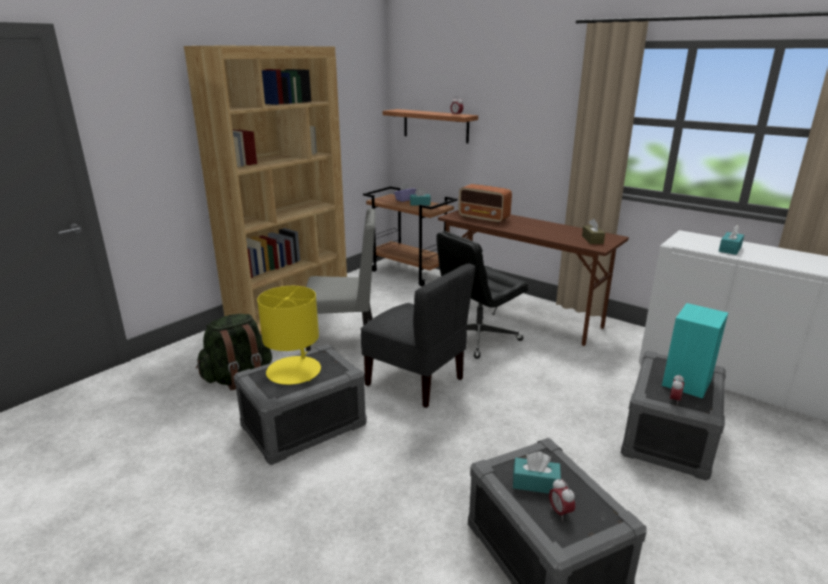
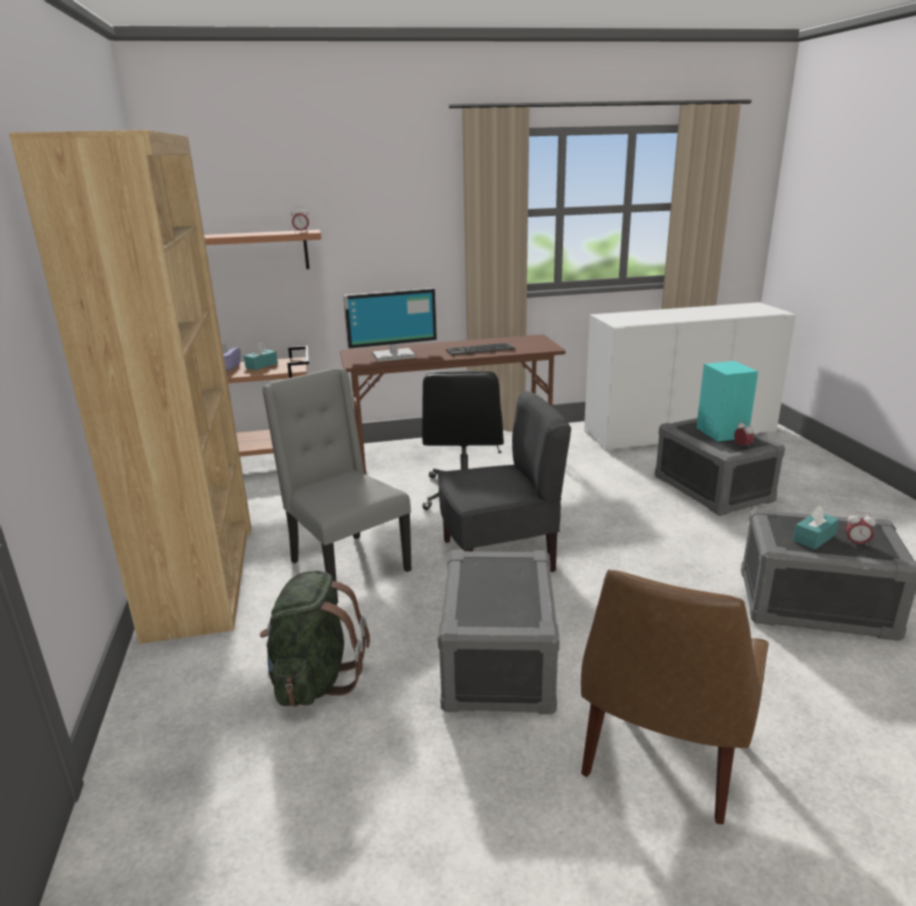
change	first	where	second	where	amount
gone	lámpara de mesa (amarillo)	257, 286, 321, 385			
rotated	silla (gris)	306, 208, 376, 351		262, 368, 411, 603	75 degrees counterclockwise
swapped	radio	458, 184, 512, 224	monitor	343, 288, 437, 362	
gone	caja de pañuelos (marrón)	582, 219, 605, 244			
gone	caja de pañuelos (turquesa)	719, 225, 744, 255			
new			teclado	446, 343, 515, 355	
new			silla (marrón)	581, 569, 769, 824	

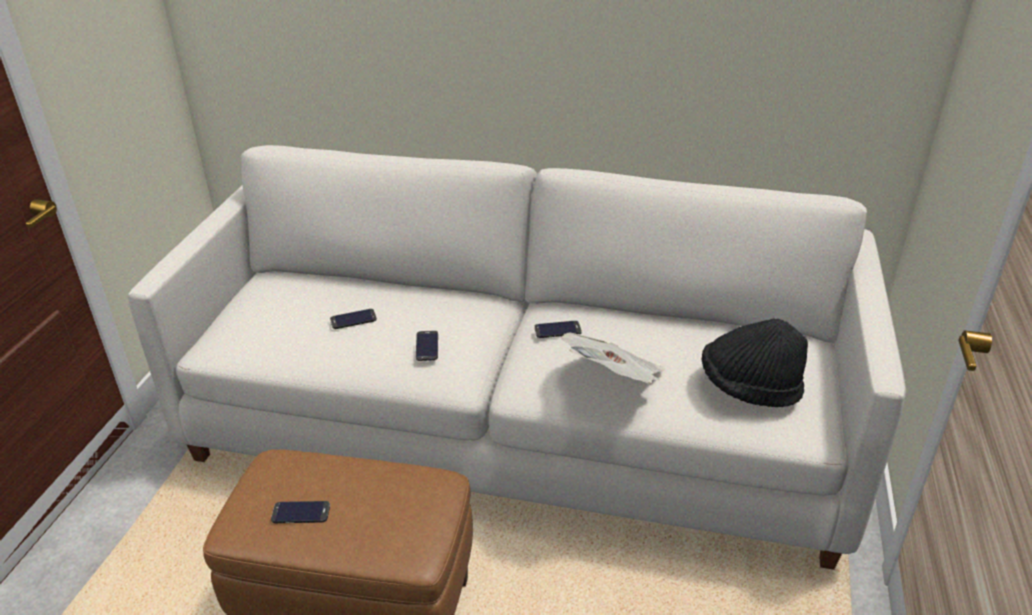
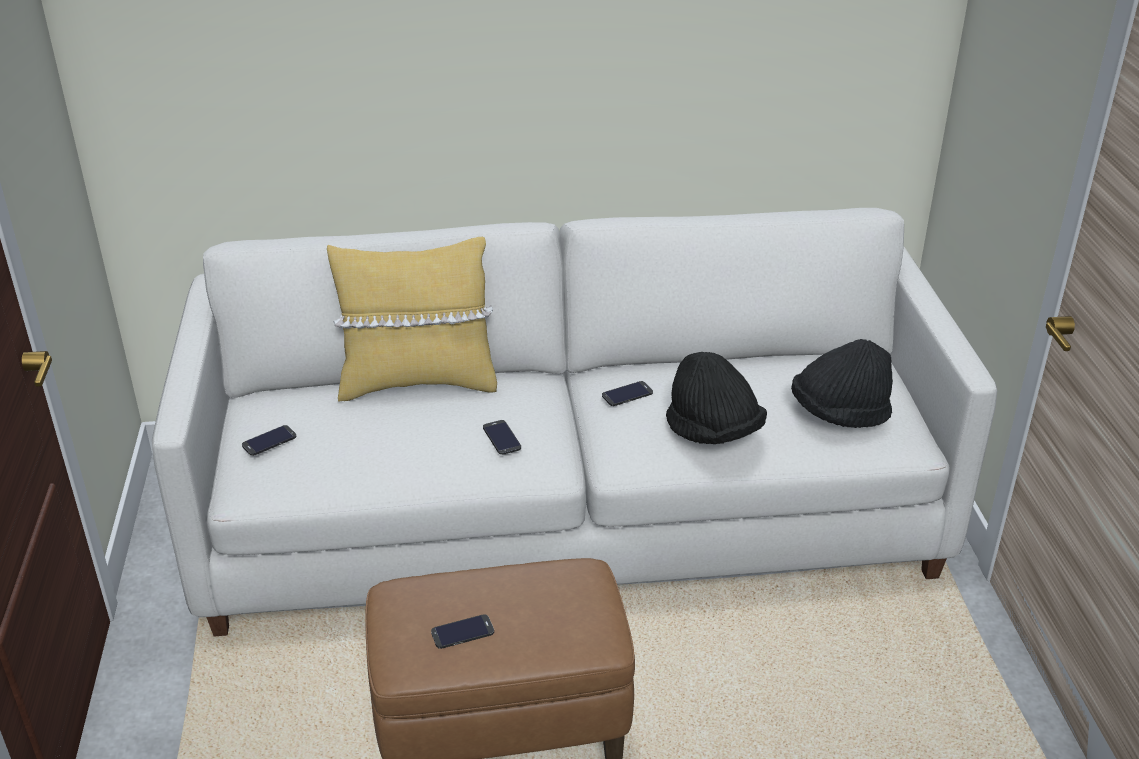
change	first	where	second	where	amount
shifted	móvil	330, 309, 377, 329		242, 425, 297, 456	
swapped	periódico	561, 332, 665, 384	sombrero (negro)	666, 352, 767, 444	
new			cojín (amarillo)	327, 237, 497, 401	

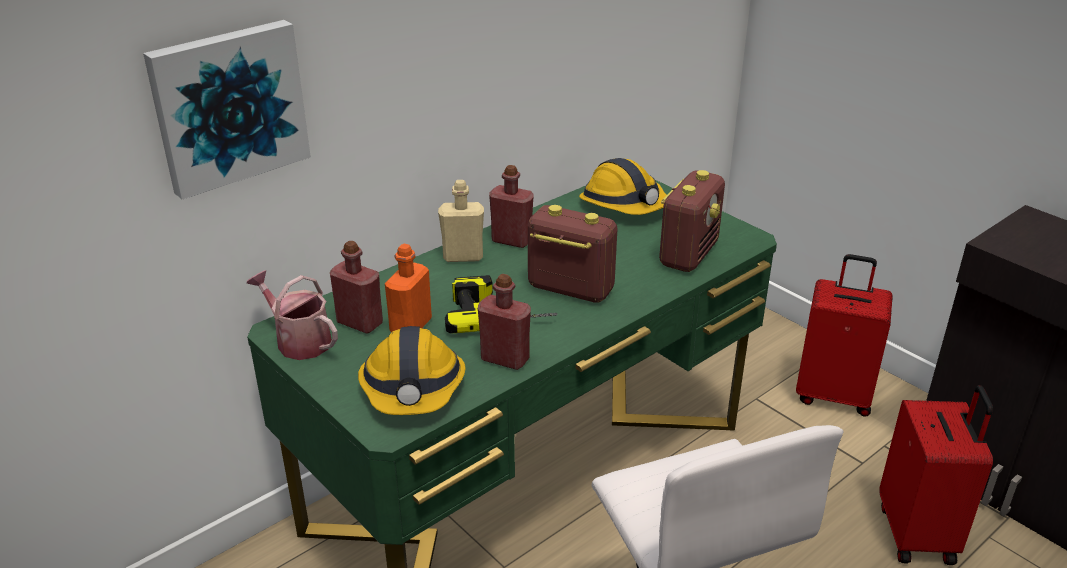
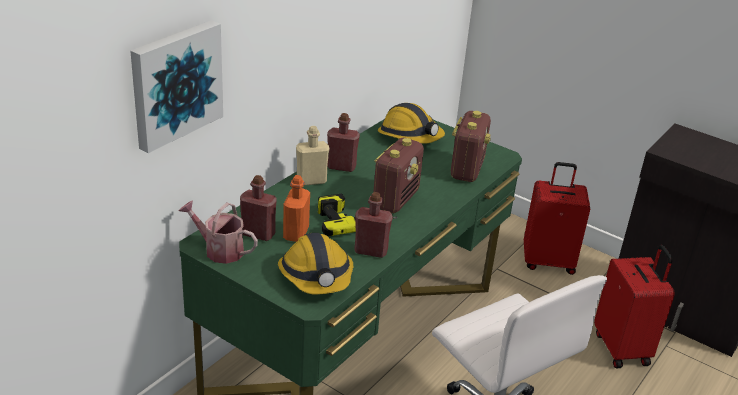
change	first	where	second	where	amount
rotated	radio	528, 205, 618, 303		374, 138, 424, 213	105 degrees clockwise

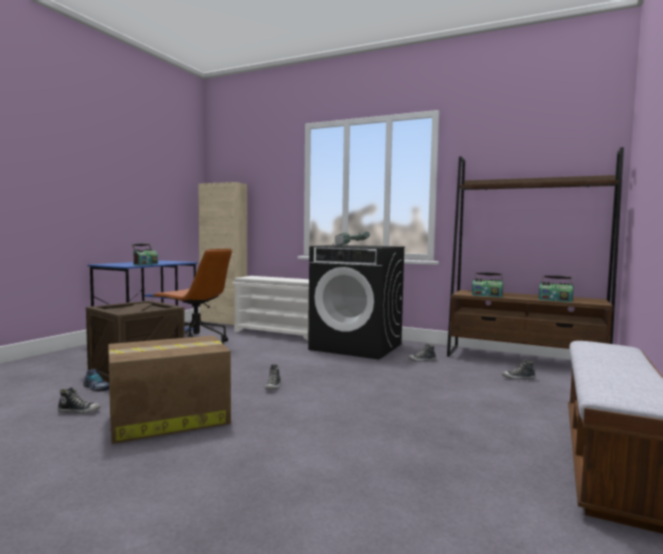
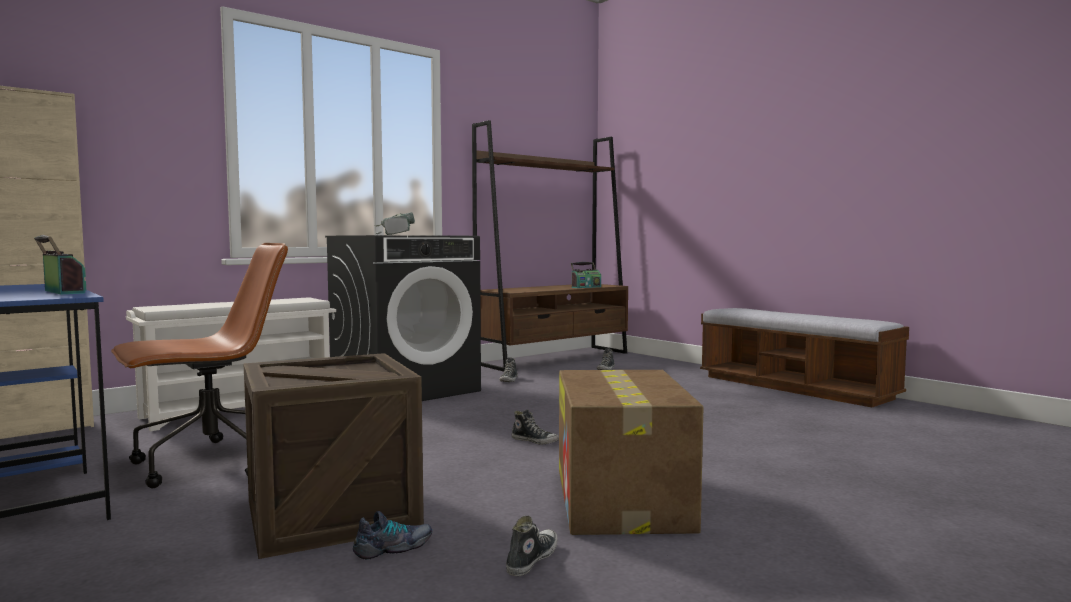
change	first	where	second	where	amount
gone	radio	472, 272, 504, 297			

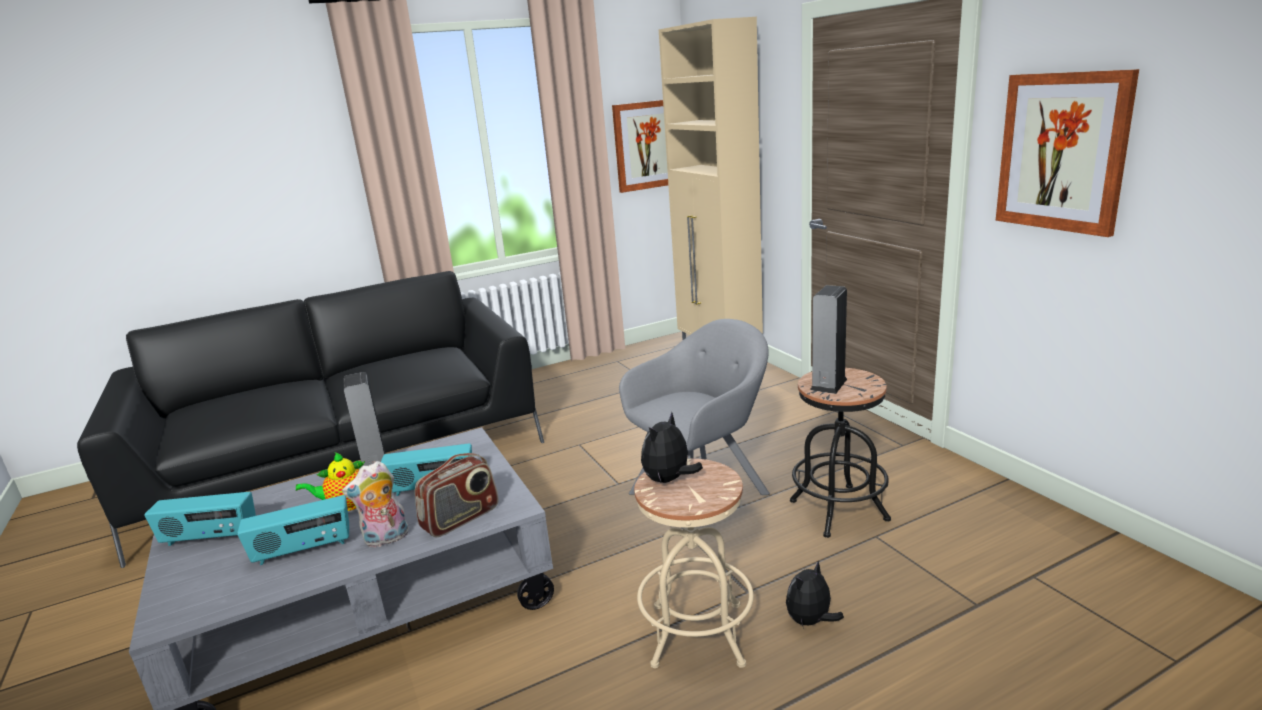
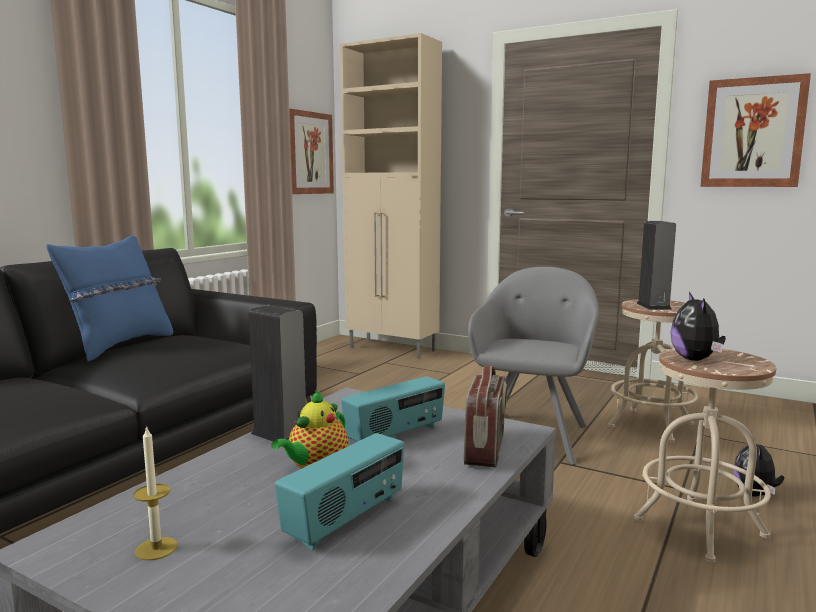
change	first	where	second	where	amount
swapped	radio	144, 492, 256, 546	vela	133, 425, 178, 560	
gone	peluche	342, 461, 409, 548			
repainted	taburete (negro)	790, 368, 891, 538	taburete (beis)	608, 299, 698, 443	
new			cojín (azul)	46, 236, 173, 362	

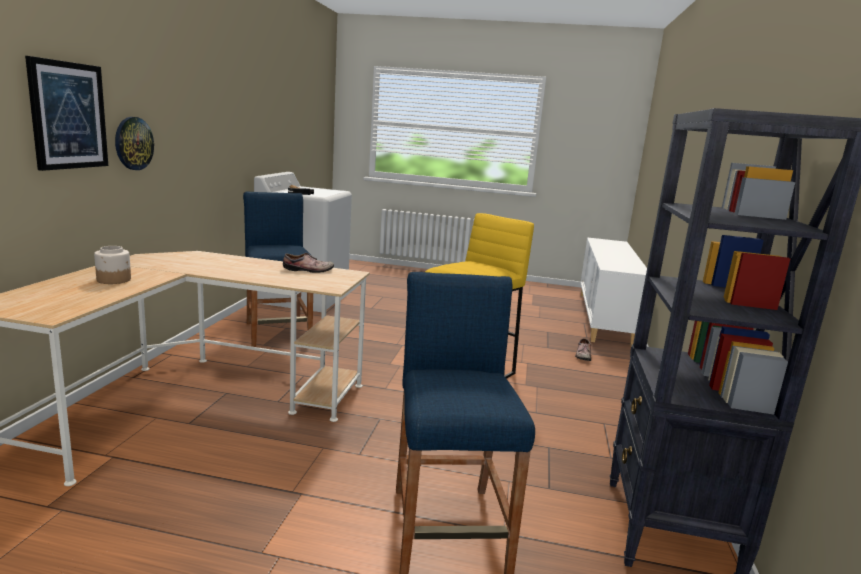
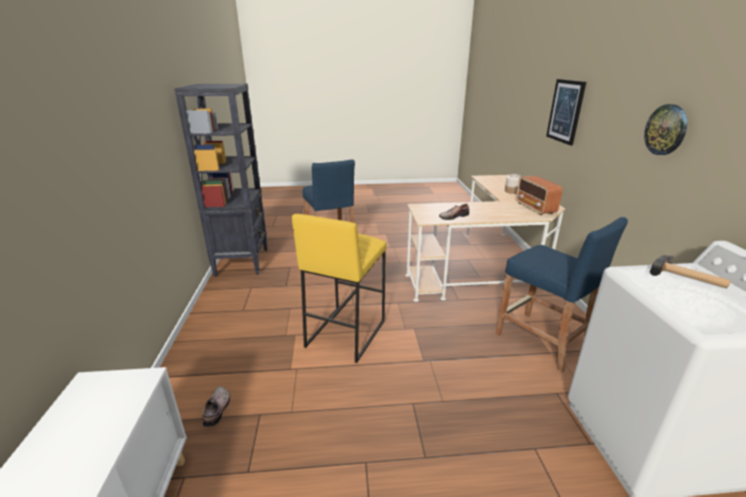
change	first	where	second	where	amount
shifted	reloj de pared	115, 117, 154, 170		644, 104, 687, 155	
new			radio	516, 176, 563, 215	

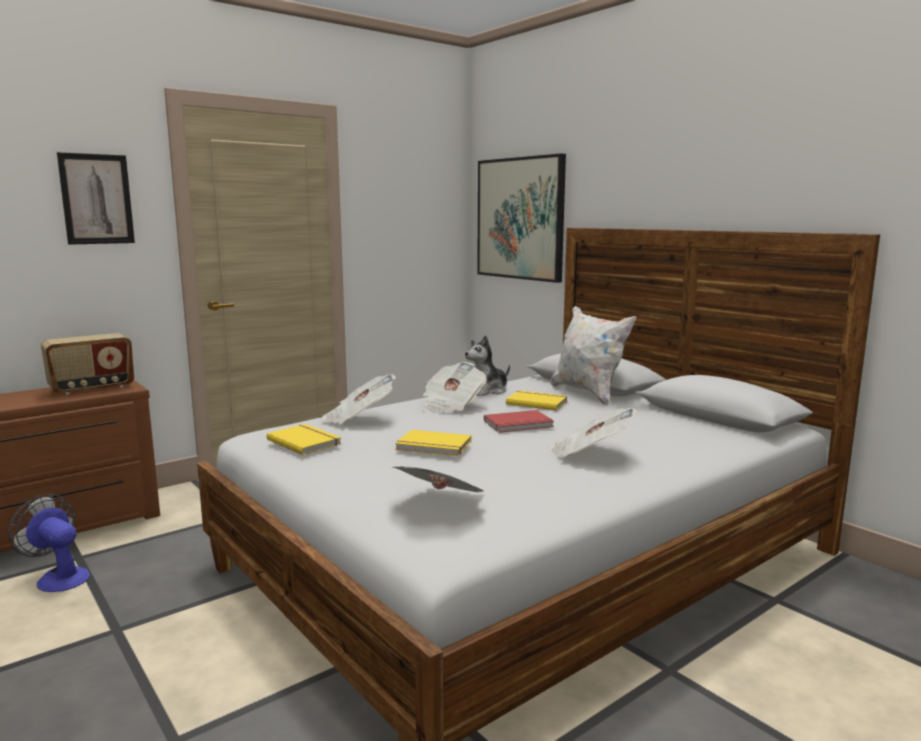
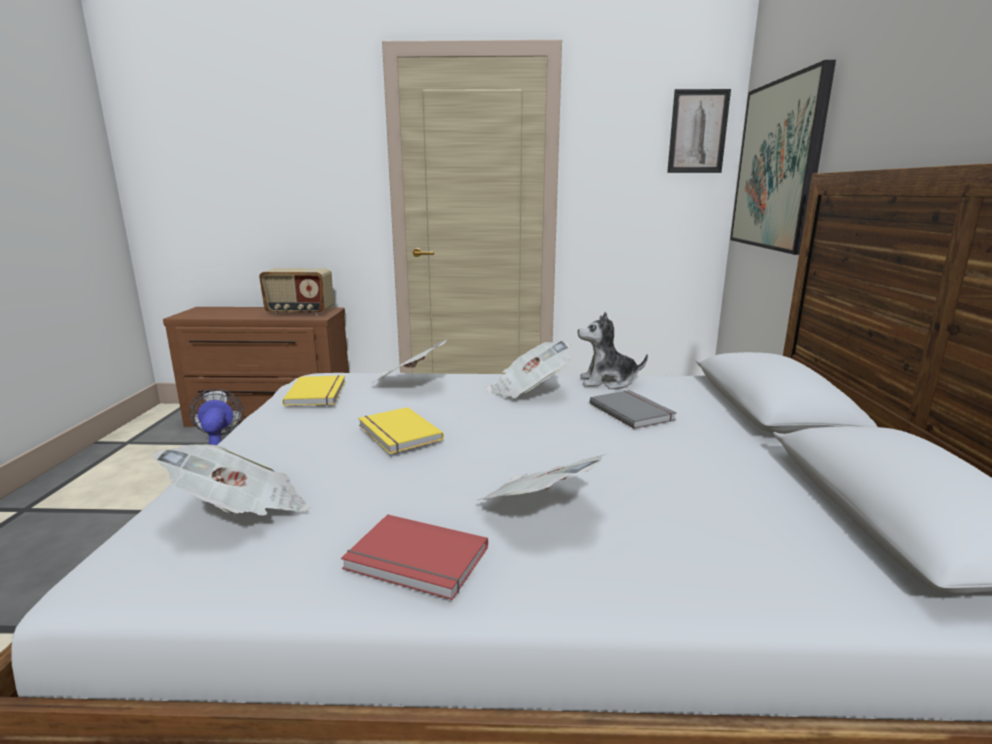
change	first	where	second	where	amount
shifted	cuadro	57, 152, 135, 245		667, 89, 731, 173	
shifted	libro (rojo)	484, 410, 554, 433		341, 514, 488, 600	
repainted	libro (amarillo)	506, 391, 568, 410	libro (gris)	590, 390, 676, 429	
gone	cojín (blanco)	550, 306, 637, 406			

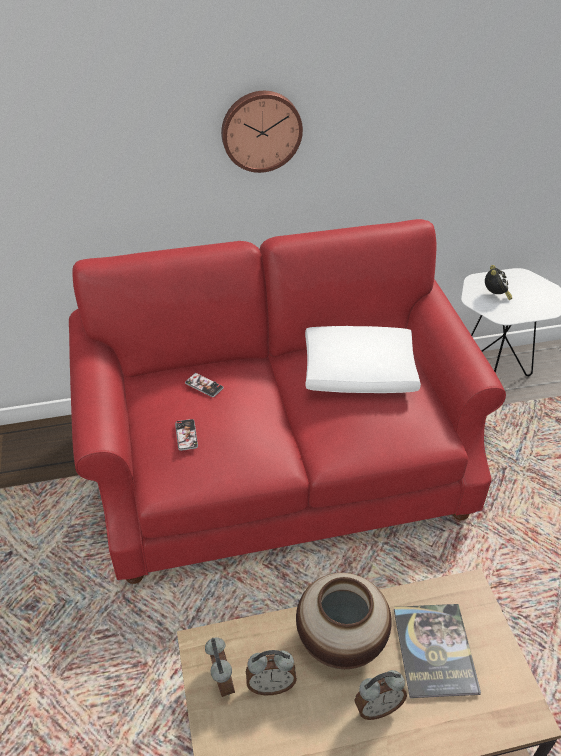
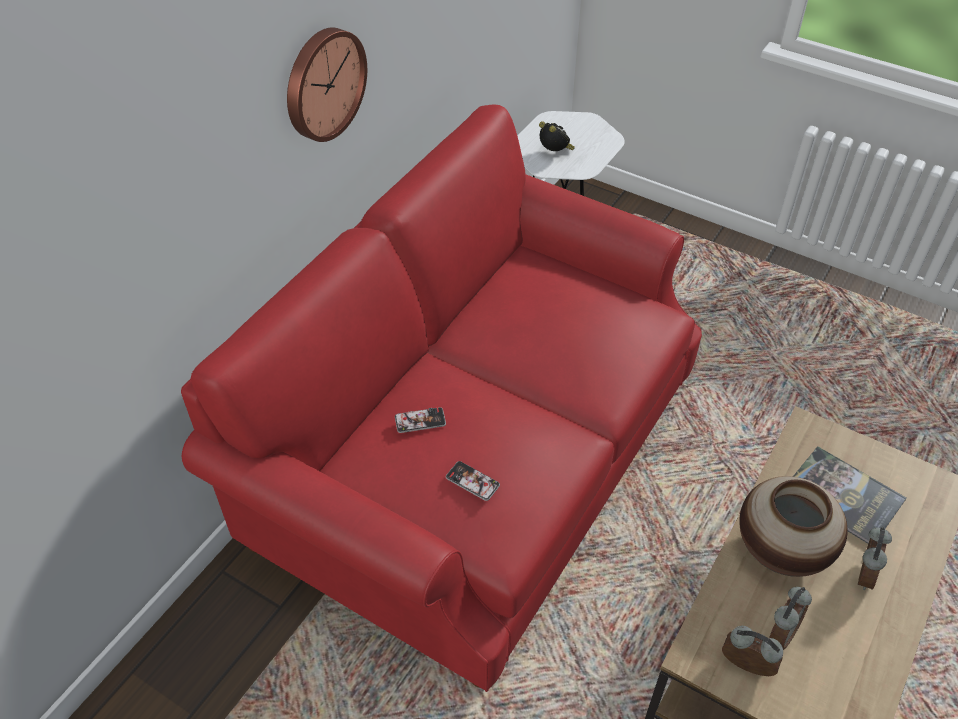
change	first	where	second	where	amount
gone	cojín (blanco)	305, 326, 421, 393			

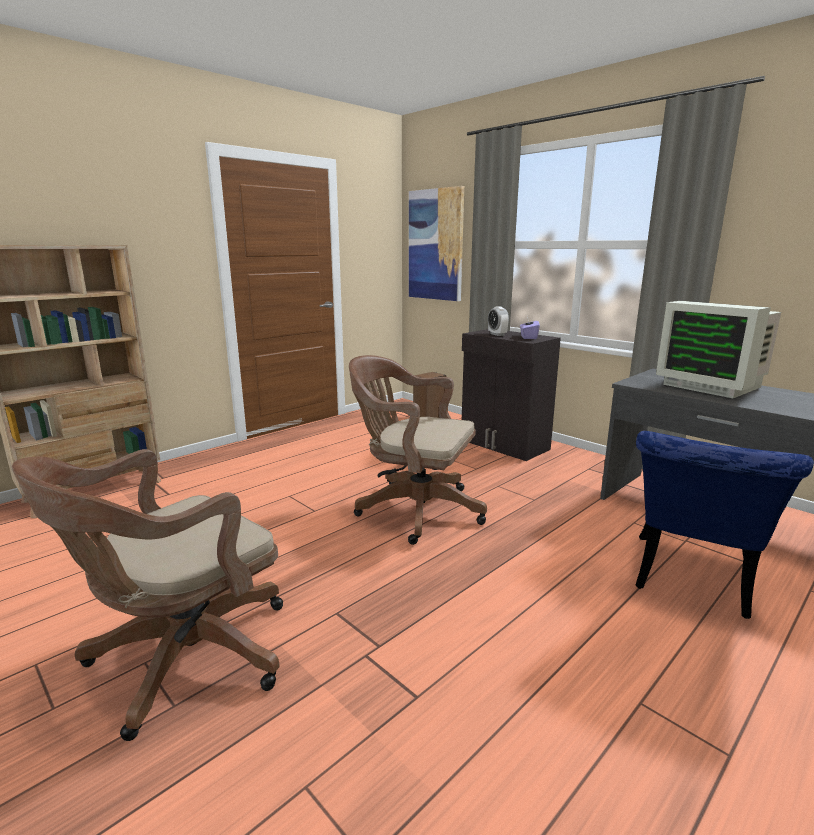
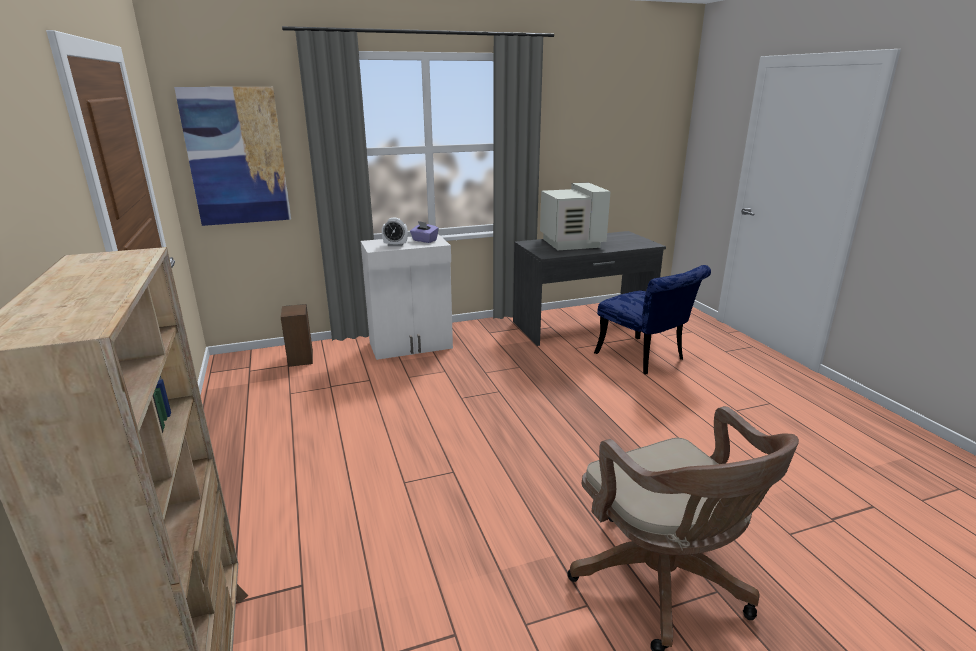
change	first	where	second	where	amount
gone	silla de oficina (marrón)	349, 355, 487, 545			
repainted	armario (negro)	462, 329, 561, 461	armario (blanco)	361, 234, 453, 360	
rotated	monitor	656, 301, 781, 398		540, 183, 611, 250	90 degrees counterclockwise

